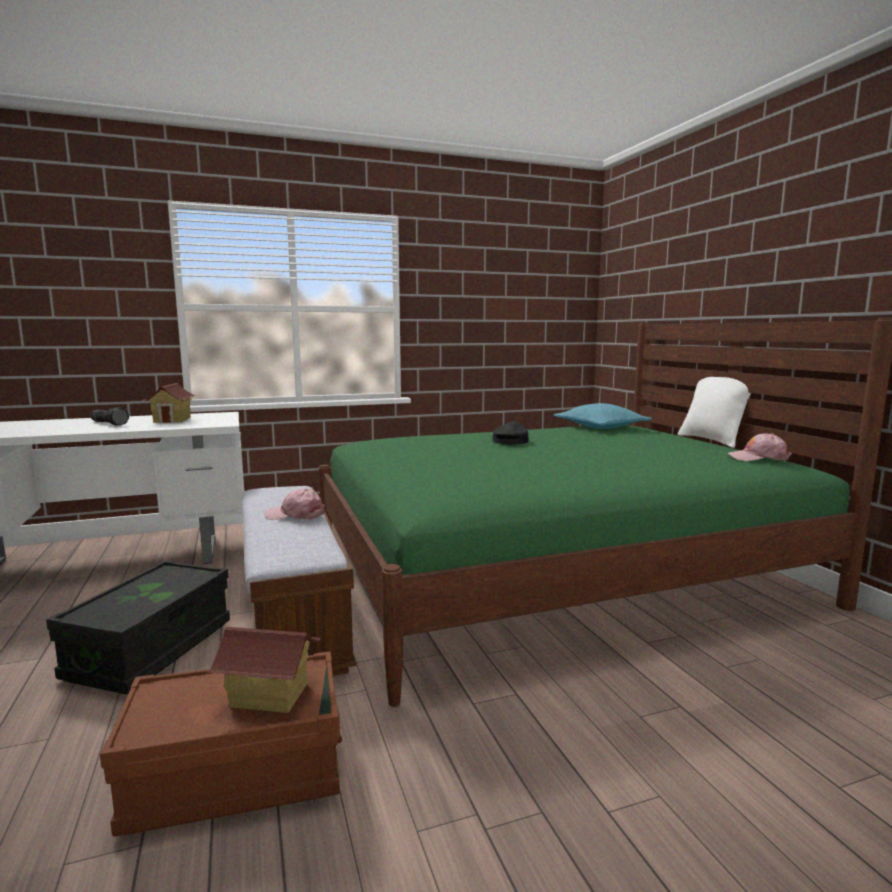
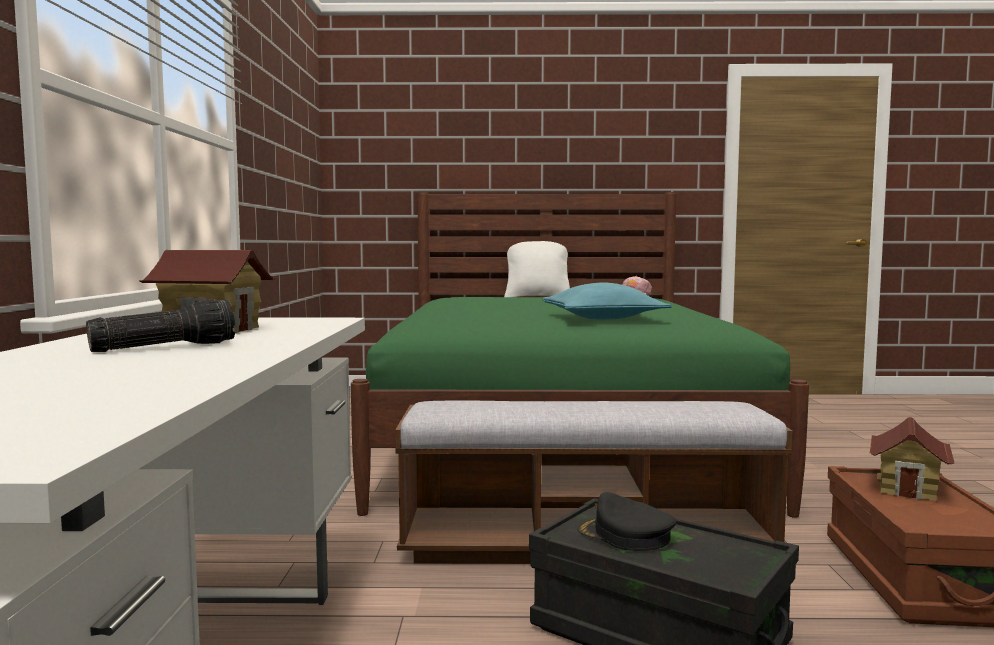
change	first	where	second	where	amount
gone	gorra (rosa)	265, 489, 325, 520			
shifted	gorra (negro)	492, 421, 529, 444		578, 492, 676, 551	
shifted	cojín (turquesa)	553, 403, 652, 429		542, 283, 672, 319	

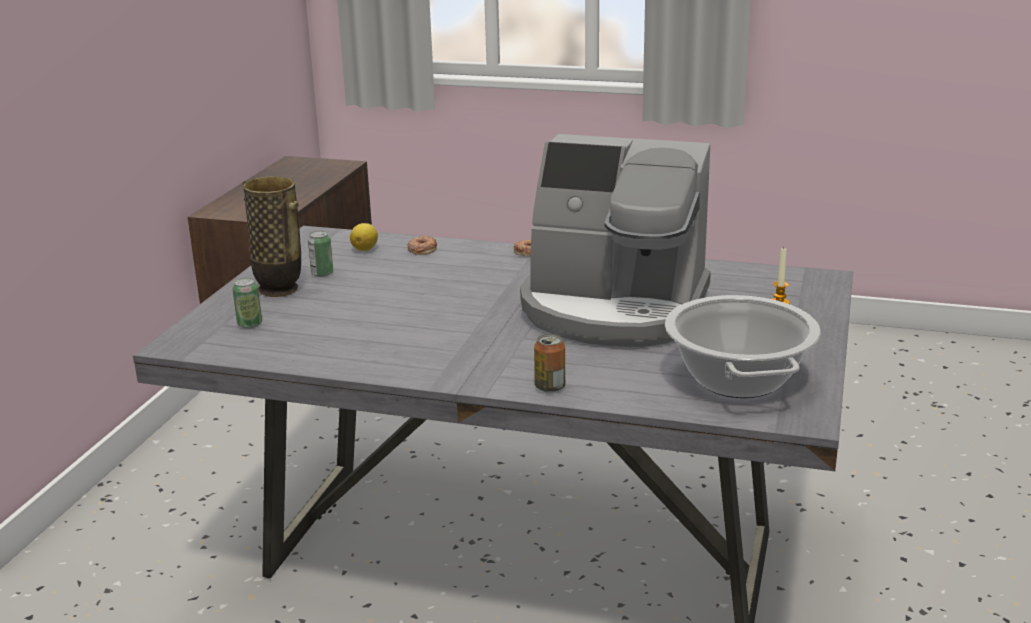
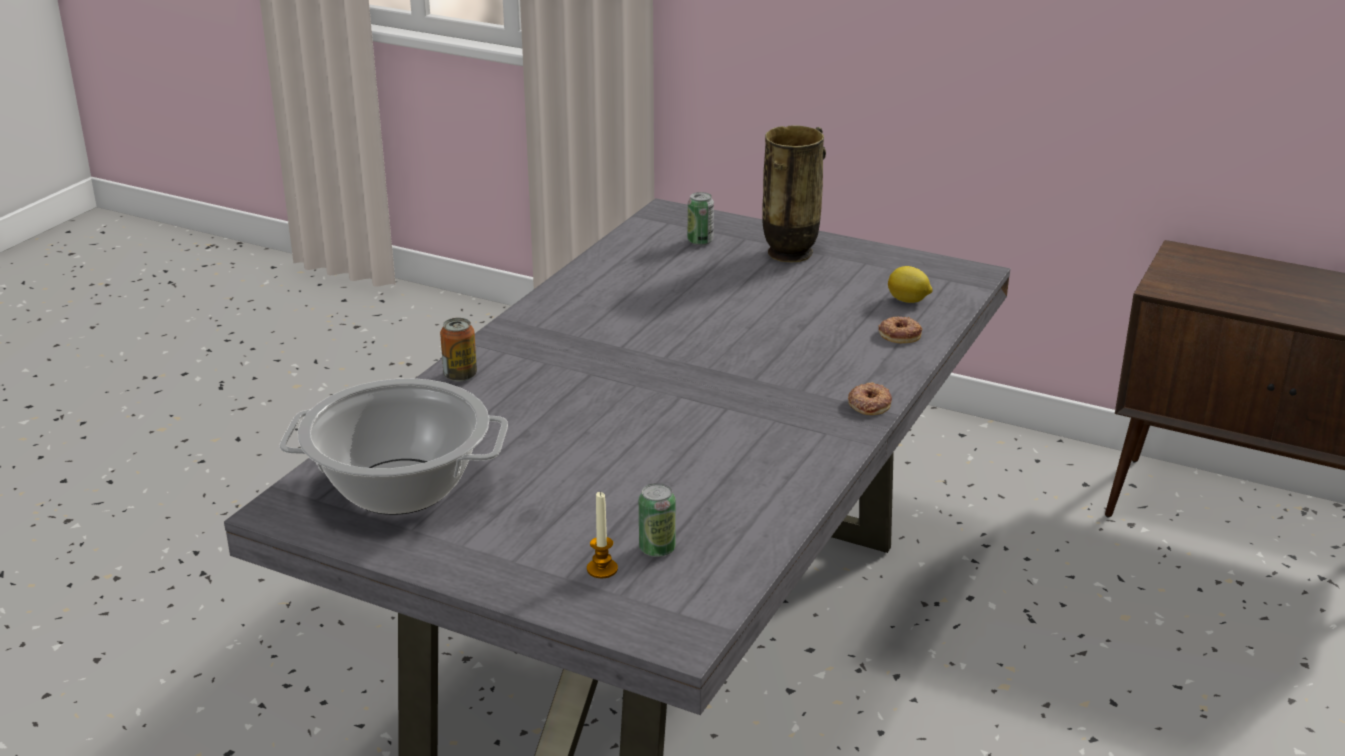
change	first	where	second	where	amount
shifted	lata	308, 231, 333, 277		639, 483, 676, 557	
gone	cafetera	520, 134, 711, 347			

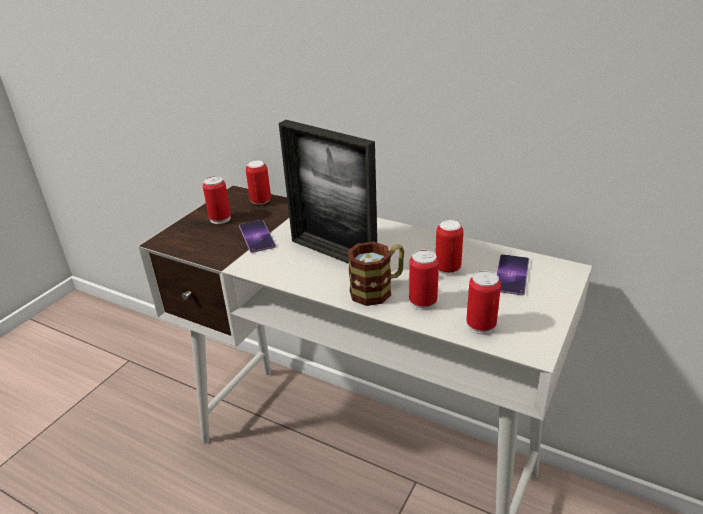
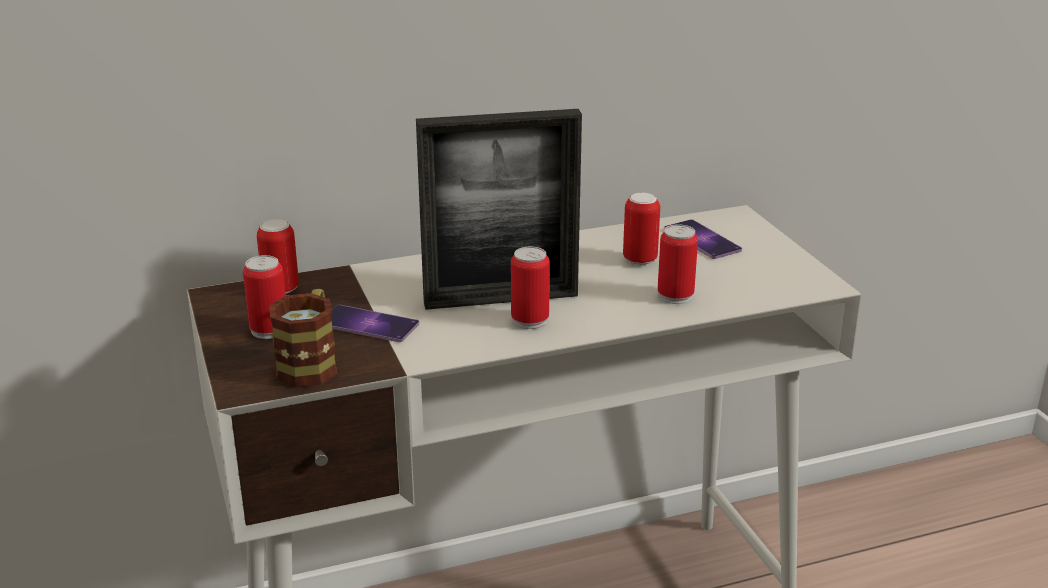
change	first	where	second	where	amount
shifted	taza grande	347, 242, 404, 306		269, 289, 337, 388	
shifted	lata	466, 270, 501, 334		511, 247, 550, 329	

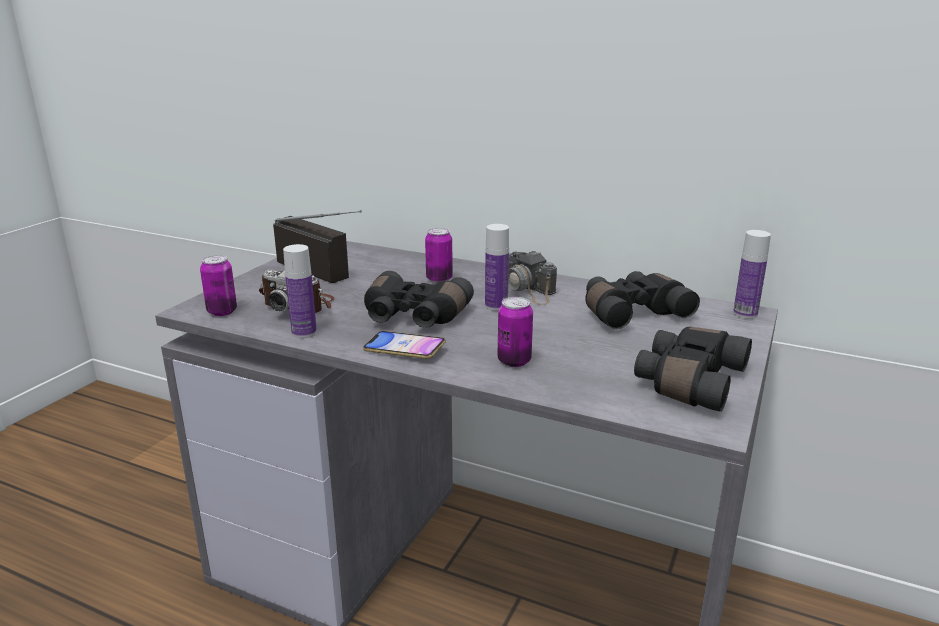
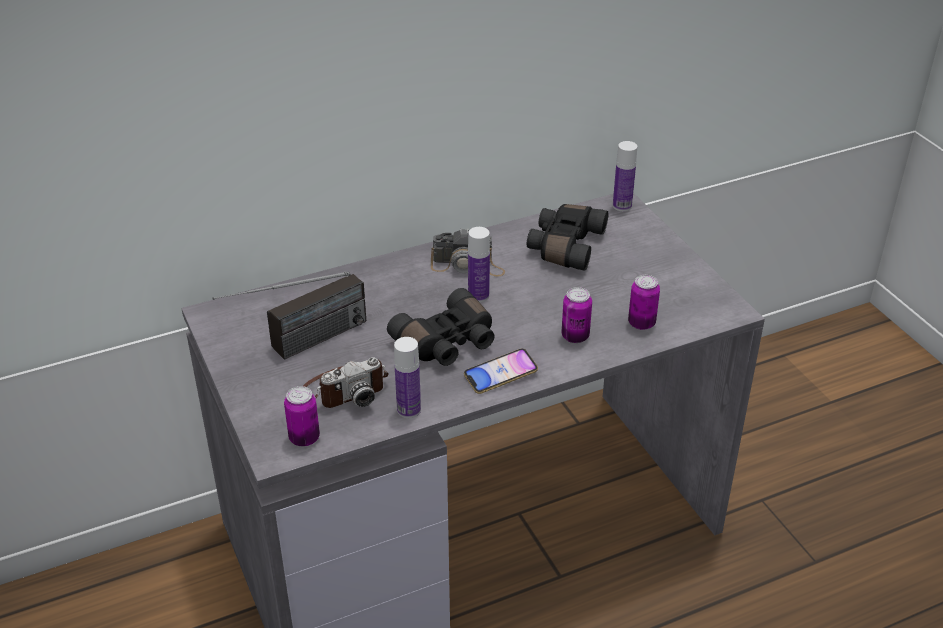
change	first	where	second	where	amount
rotated	radio	273, 210, 362, 283		212, 272, 366, 360	150 degrees clockwise
shifted	lata	425, 228, 453, 283		628, 275, 660, 330	
gone	prismáticos (negro)	634, 327, 752, 412			

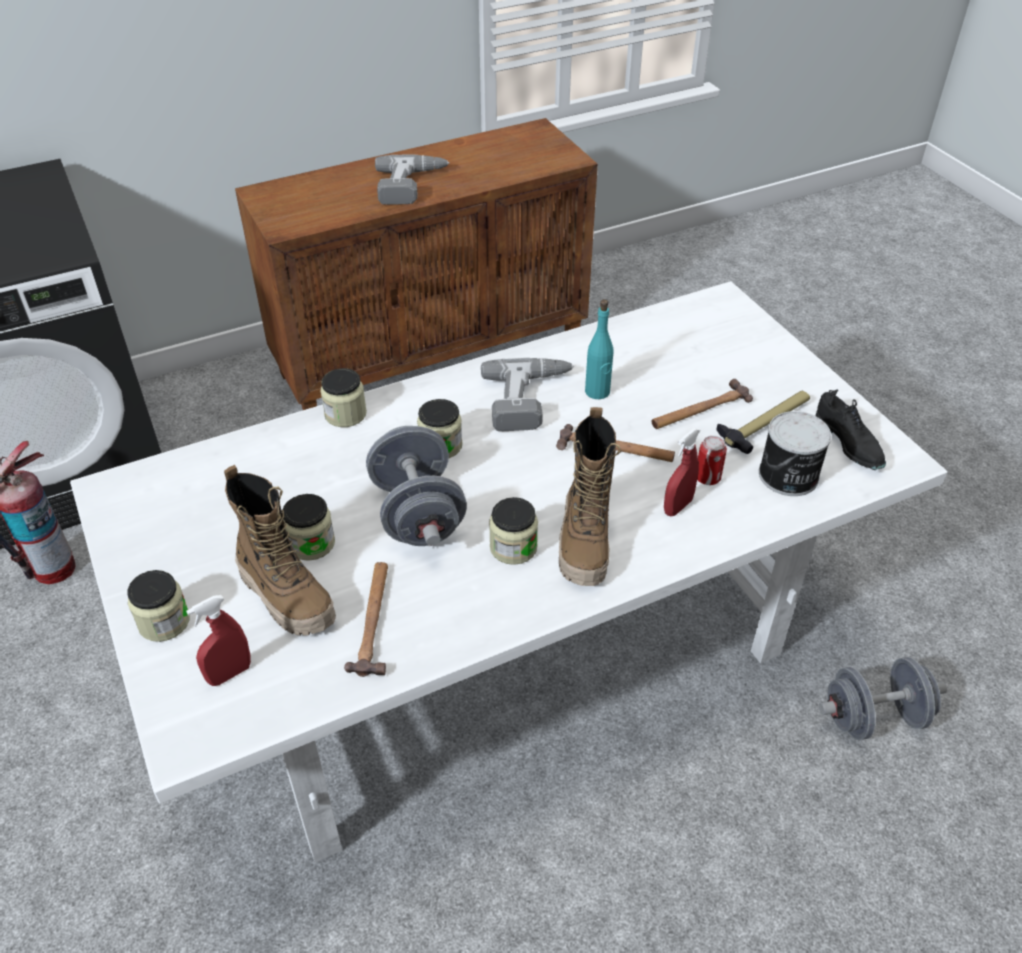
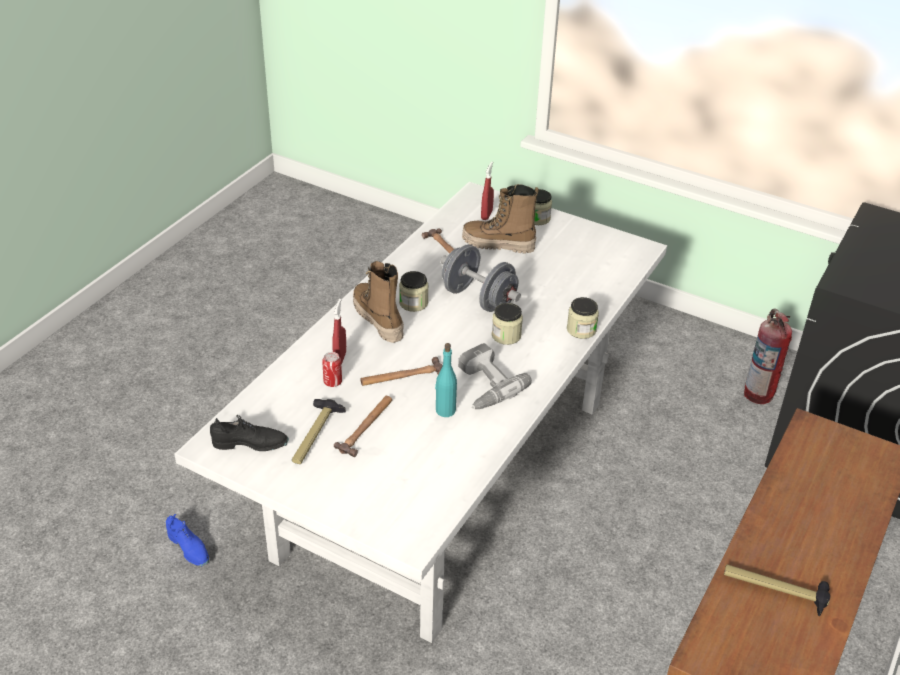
change	first	where	second	where	amount
gone	tarro	283, 494, 335, 561			
gone	taladro	375, 154, 450, 205			
gone	lata	759, 411, 832, 496			
rotated	zapato (negro)	815, 390, 886, 470		210, 415, 289, 451	150 degrees clockwise
swapped	mancuerna (gris)	819, 657, 947, 740	zapato (azul)	166, 514, 209, 566	
new			martillo	724, 564, 830, 616	

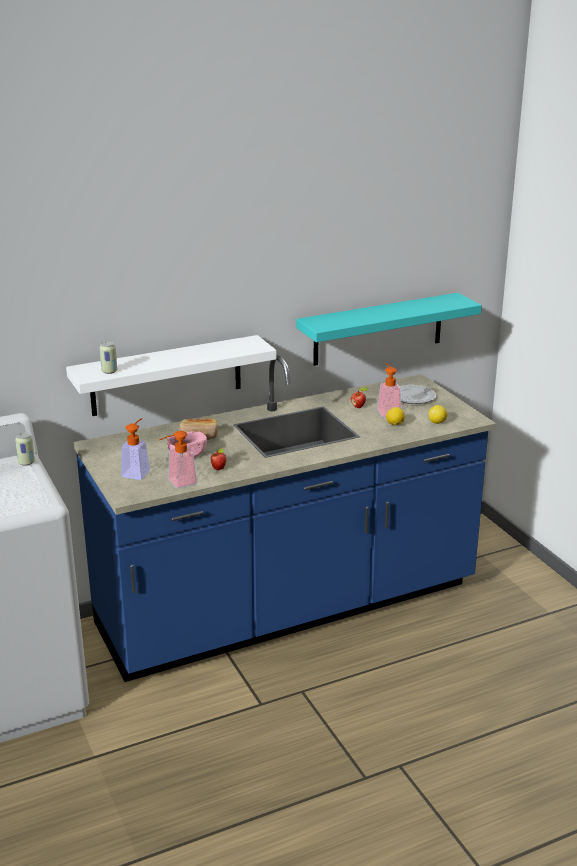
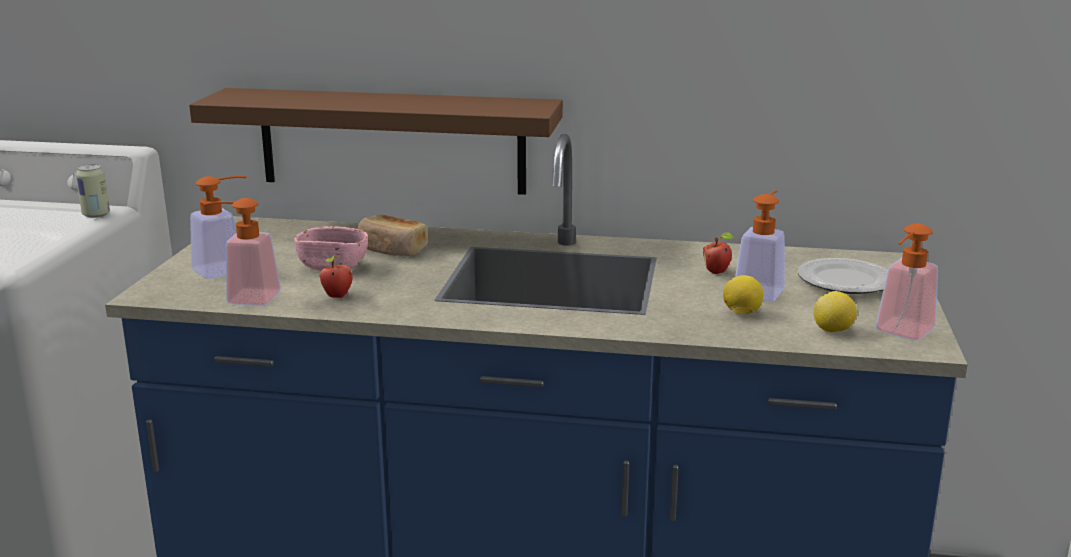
change	first	where	second	where	amount
repainted	estante (blanco)	66, 335, 276, 416	estante (marrón)	189, 88, 563, 195	
gone	lata	100, 342, 117, 374			
gone	estante (turquesa)	296, 293, 482, 366			
new			dispensador de jabón	876, 223, 938, 340	

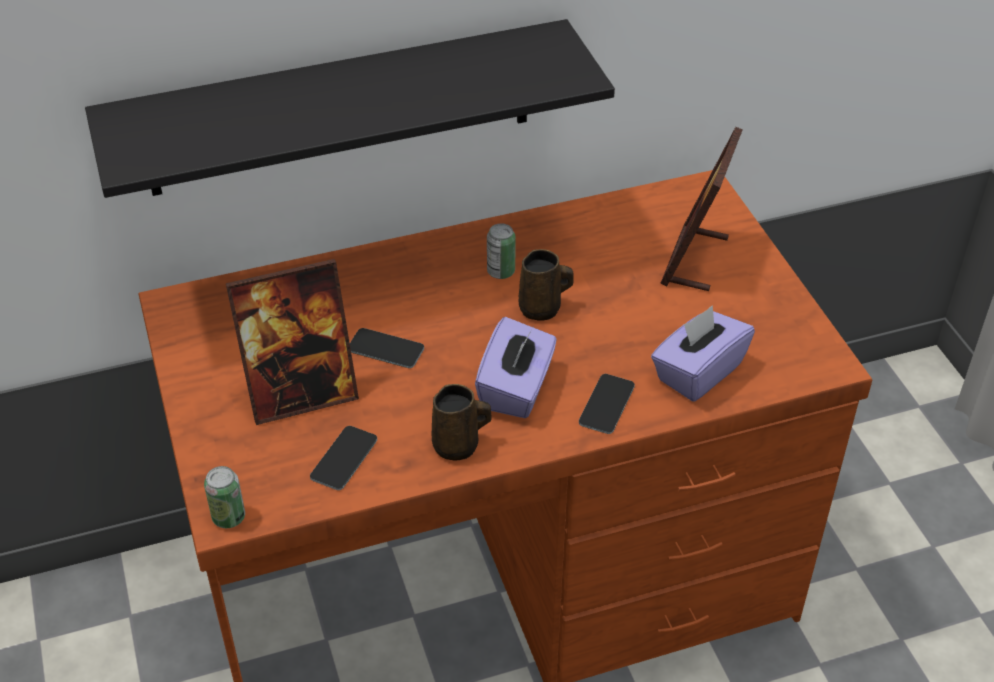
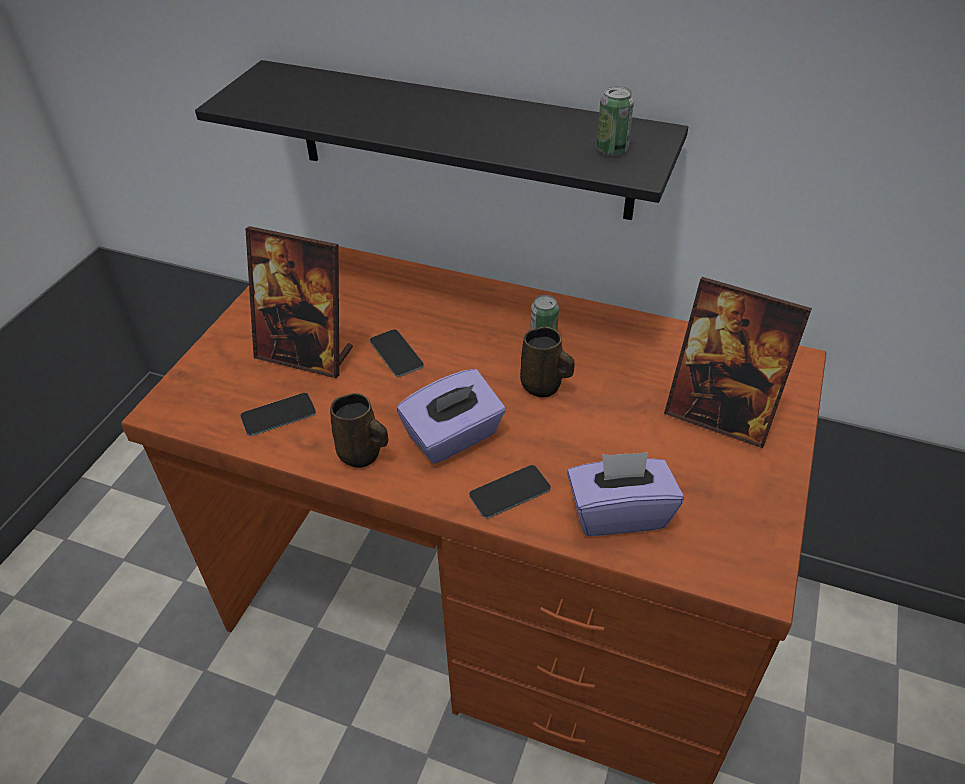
change	first	where	second	where	amount
shifted	lata	204, 466, 245, 528		596, 86, 634, 156	
rotated	portarretratos	660, 127, 742, 291		664, 277, 812, 449	120 degrees counterclockwise

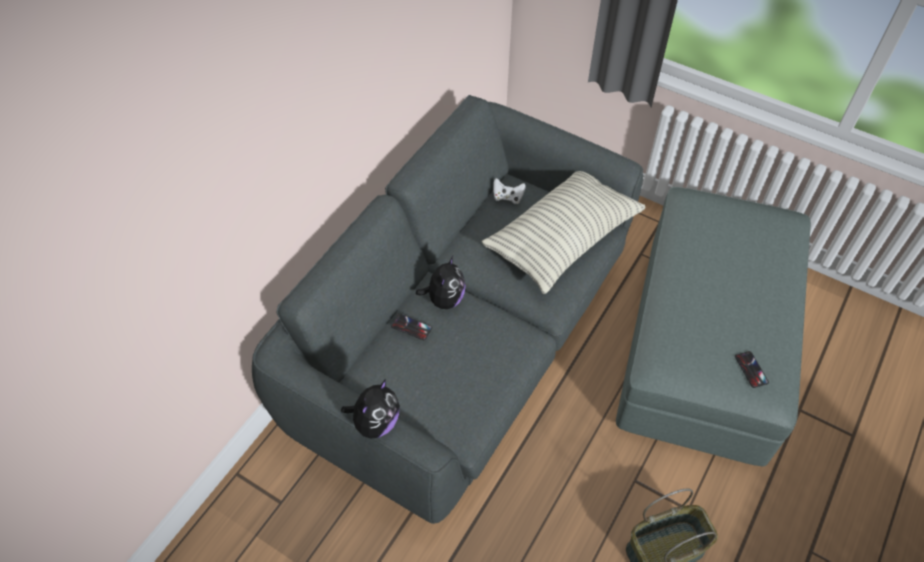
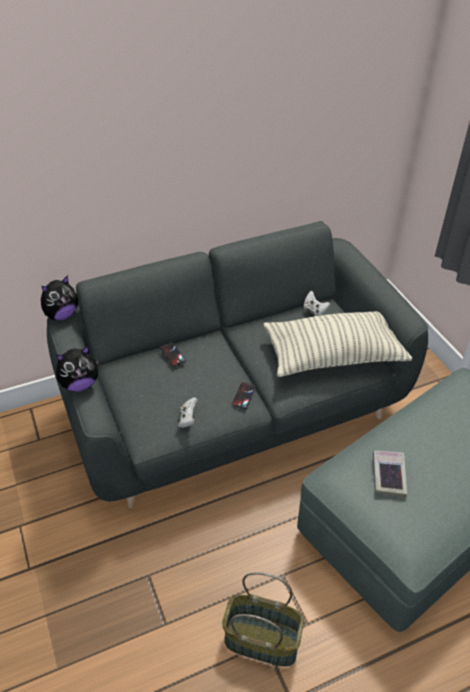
change	first	where	second	where	amount
shifted	peluche	416, 256, 466, 309		41, 275, 78, 320	
shifted	móvil	735, 351, 769, 388		232, 382, 256, 409	
new			mando de consola (blanco)	178, 397, 198, 428	
new			libro	373, 450, 407, 498	

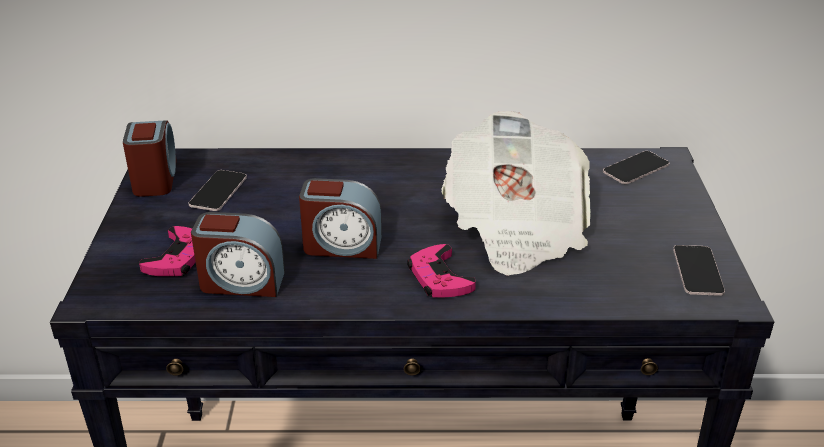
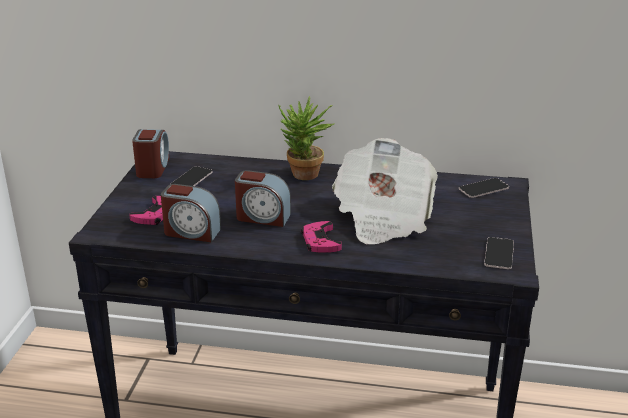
change	first	where	second	where	amount
new			planta en maceta	279, 96, 334, 180	

